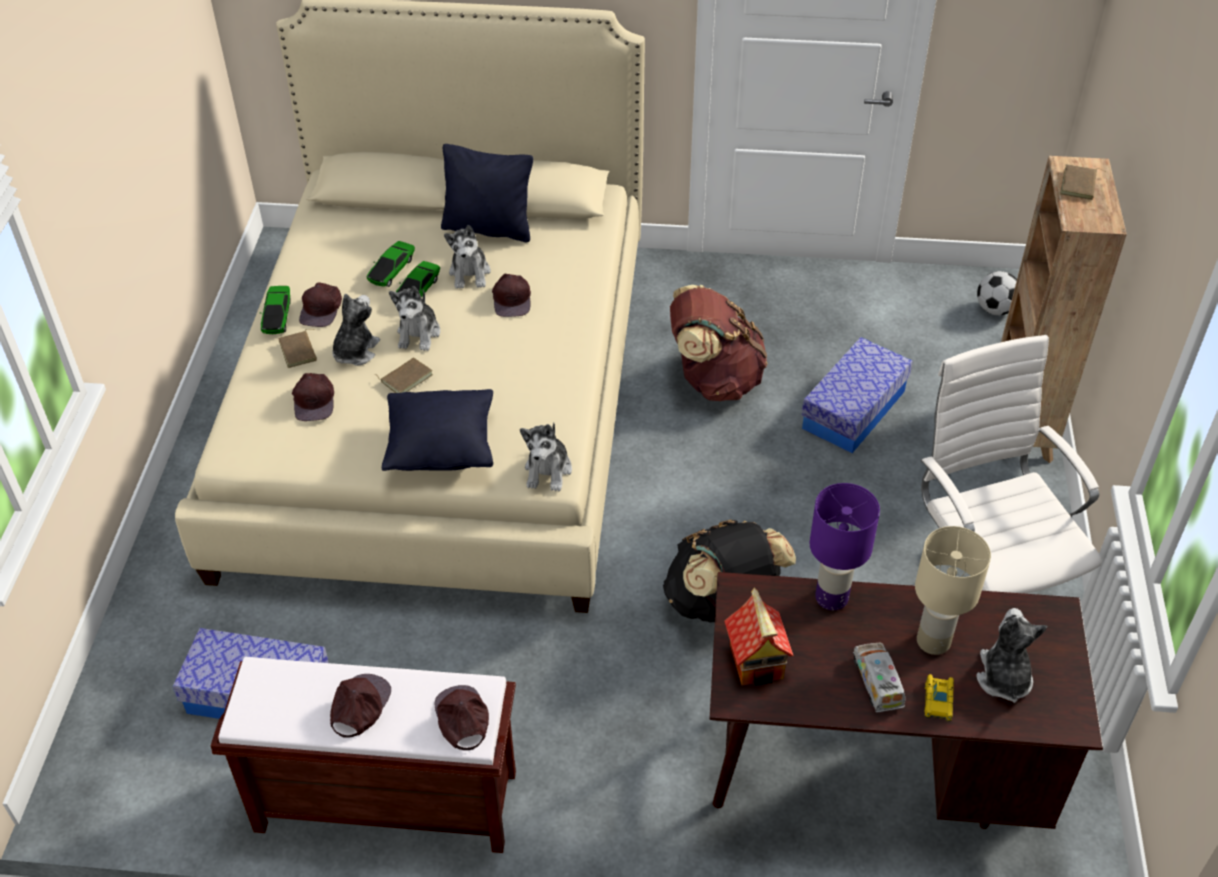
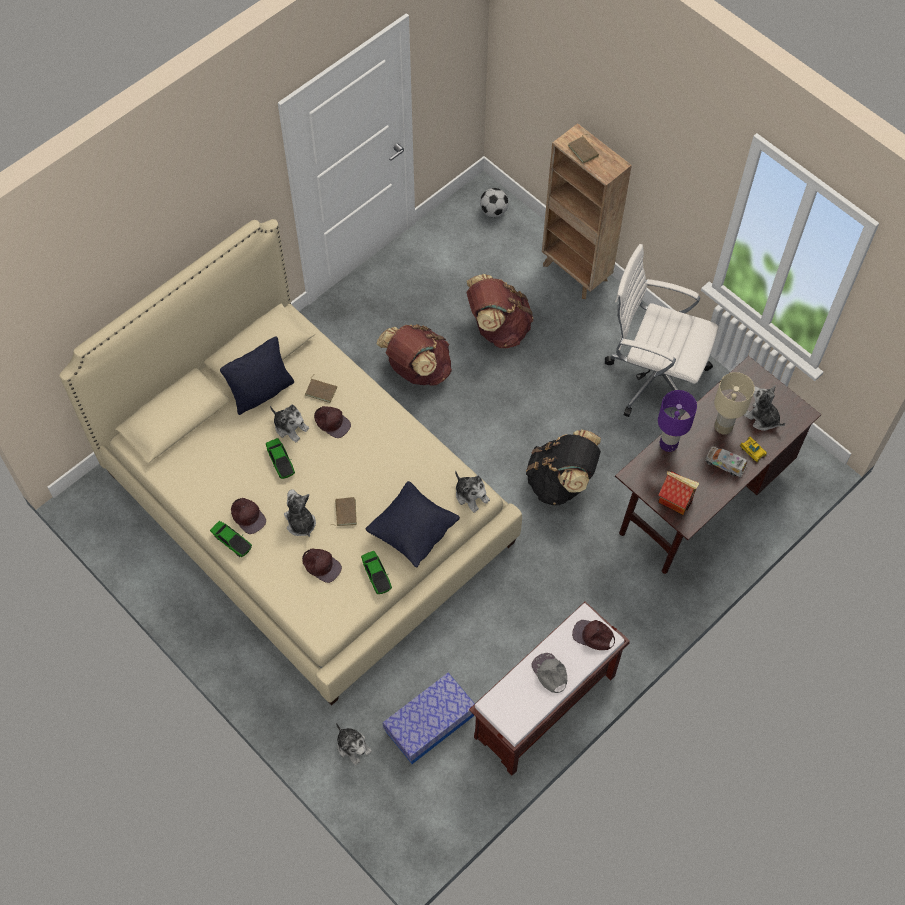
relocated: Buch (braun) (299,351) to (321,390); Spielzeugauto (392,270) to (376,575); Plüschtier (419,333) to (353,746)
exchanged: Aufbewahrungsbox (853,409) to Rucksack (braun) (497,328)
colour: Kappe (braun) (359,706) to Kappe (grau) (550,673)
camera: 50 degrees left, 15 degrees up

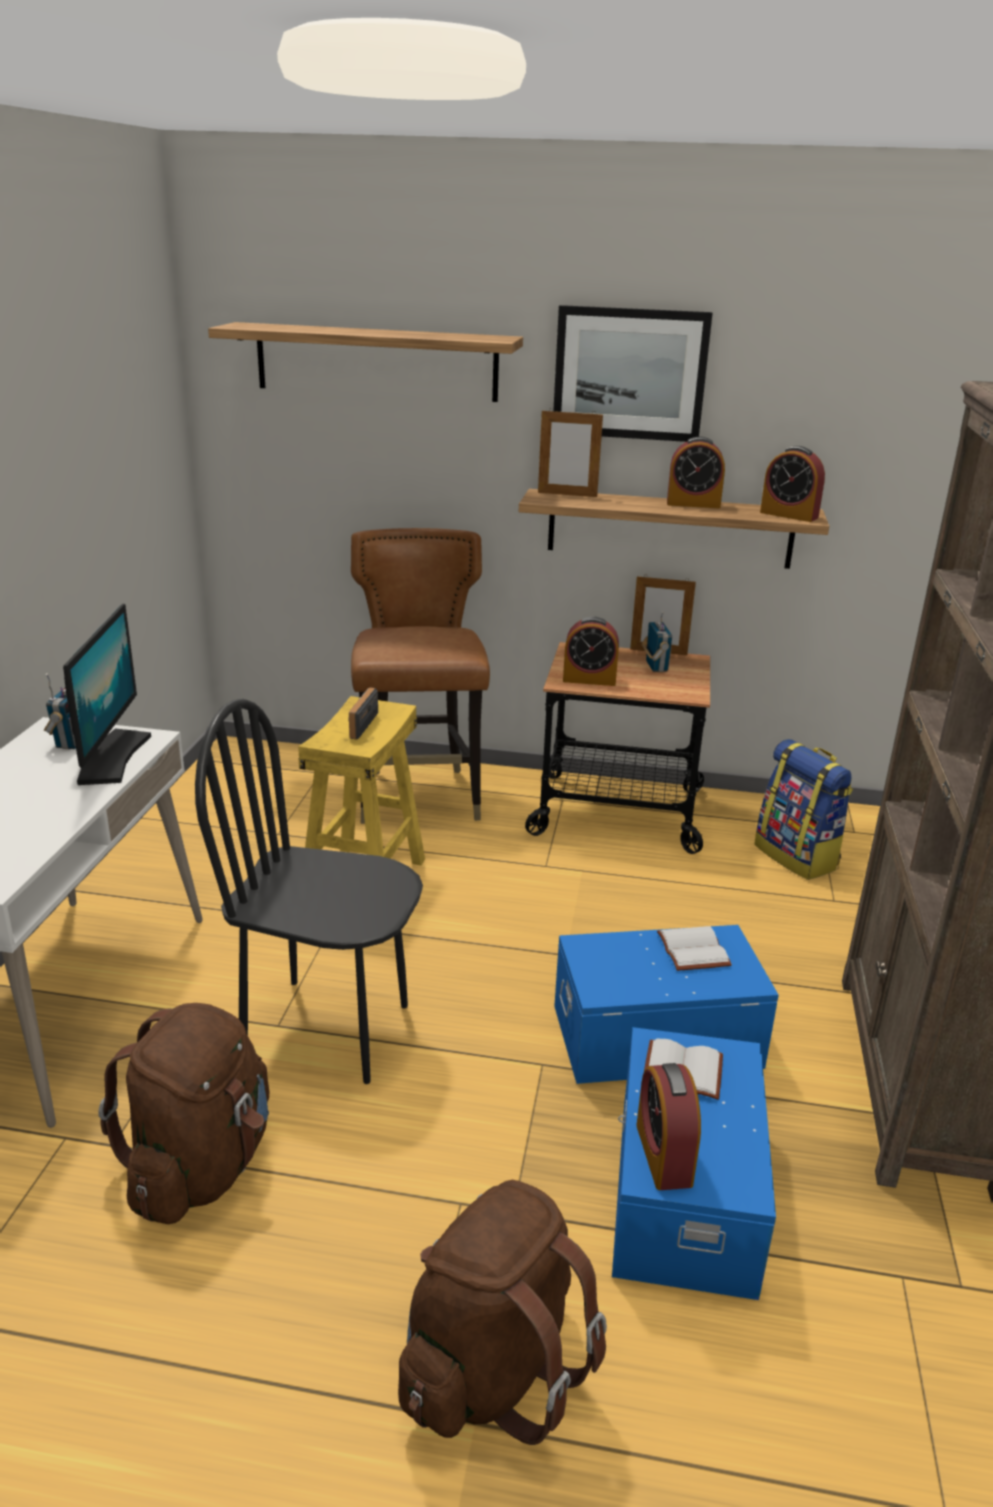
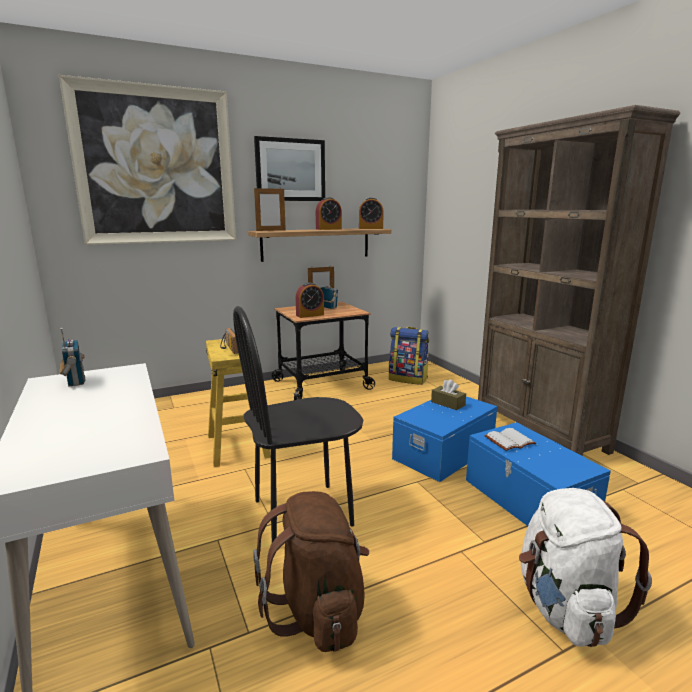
missing: Monitor (110,758); Stuhl (braun) (419,798); Wecker (663,1154)
exchanged: Wandregal (376,362) to Bild (156,167); Buch (weiß) (690,949) to Taschentuchbox (braun) (448,403)
colour: Rucksack (braun) (492,1368) to Rucksack (weiß) (565,608)
camera: 35 degrees left, 10 degrees down

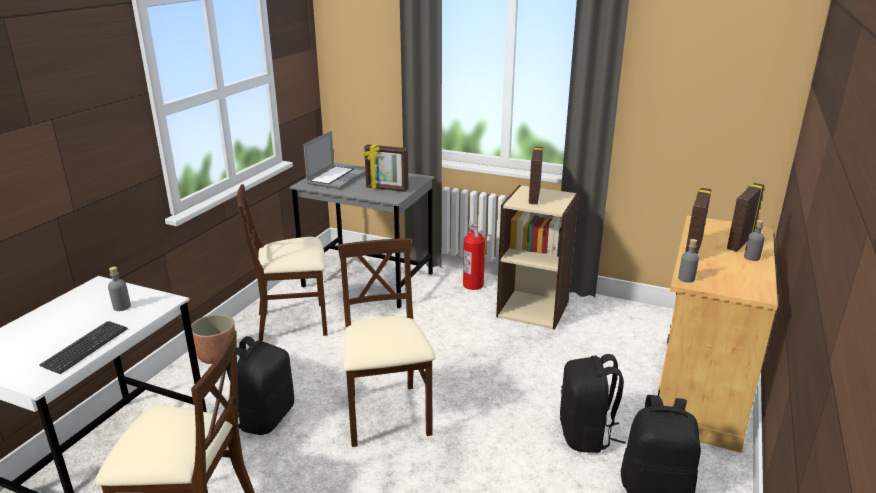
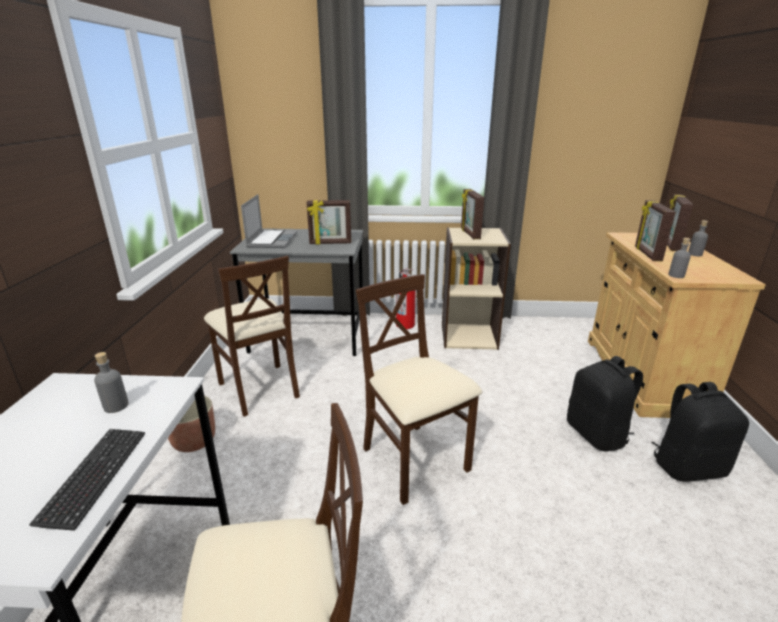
missing: Rucksack (schwarz) (264,417)
spun: Stuhl (beige) (293,322) = (259,388) 90 degrees counterclockwise
camera: 20 degrees left, 0 degrees up

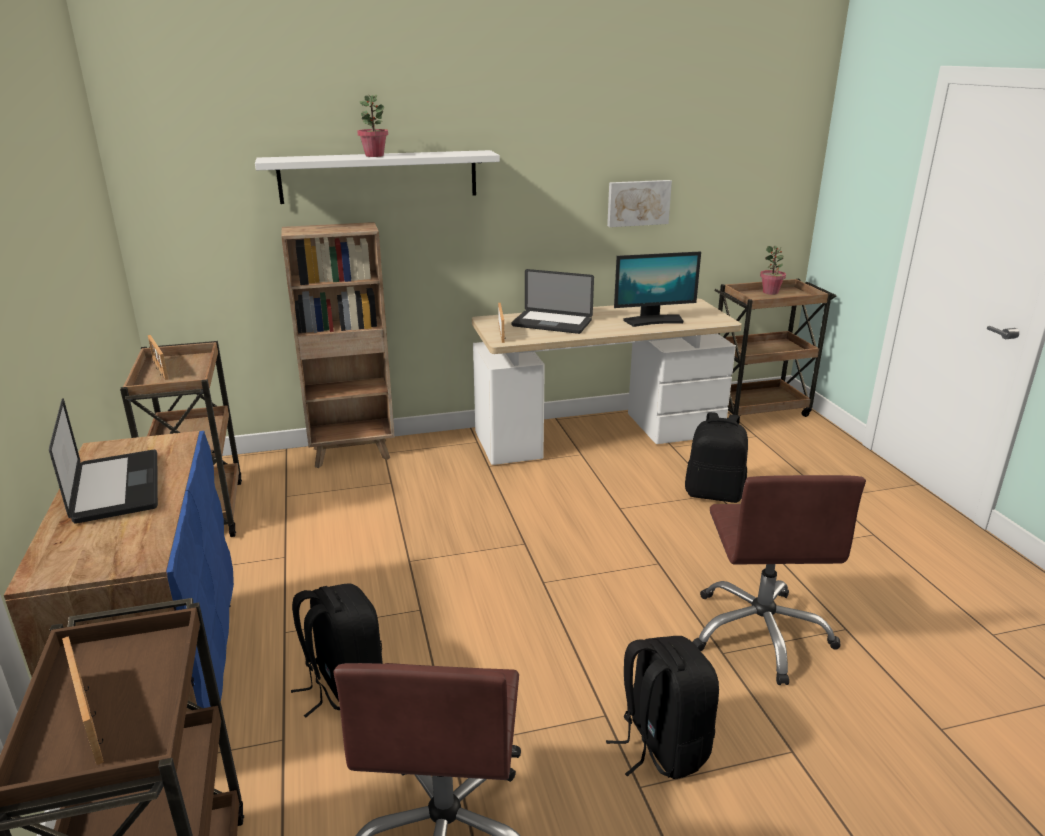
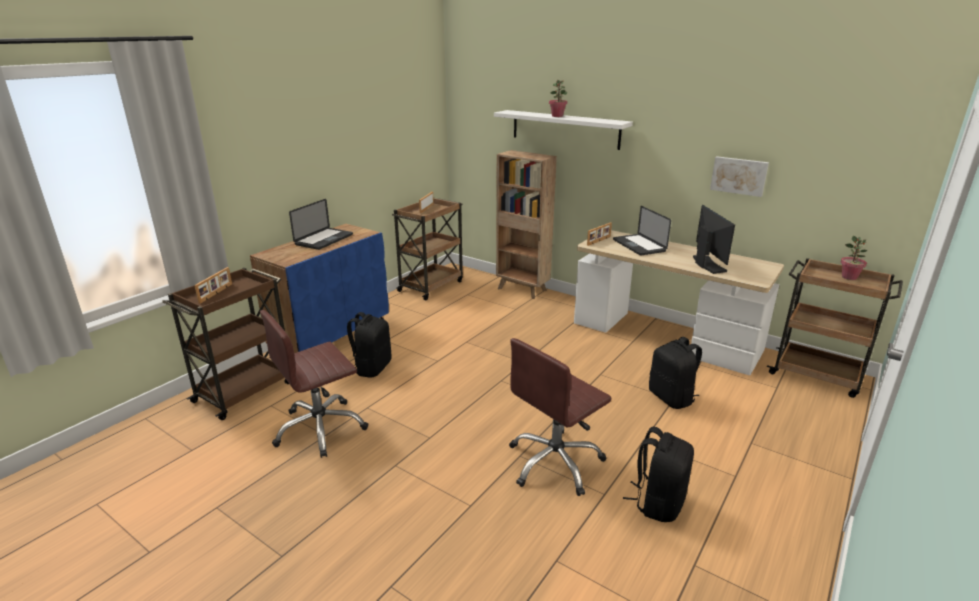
relocated: Rucksack (schwarz) (661,746) to (658,502)
spun: Monitor (653,320) = (707,264) 135 degrees counterclockwise
camera: 50 degrees right, 0 degrees up

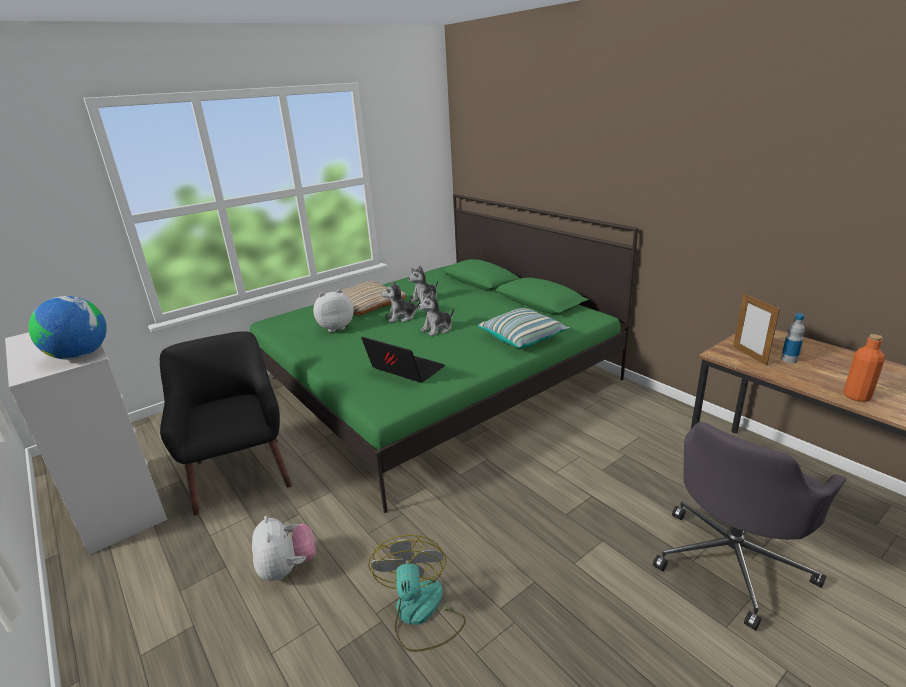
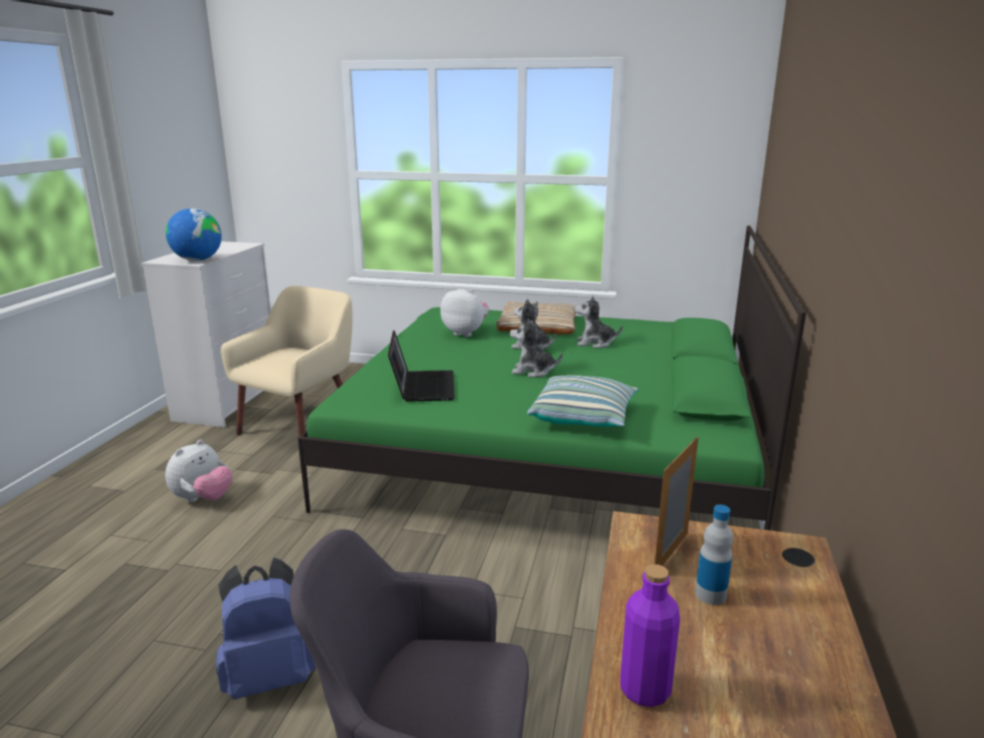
missing: Ventilator (420,614)
appeared: Rucksack (blau) (270,676)
colour: Sessel (schwarz) (241,473) to Sessel (beige) (301,426); Flasche (orange) (856,396) to Flasche (lila) (644,690)
camera: 50 degrees right, 5 degrees down

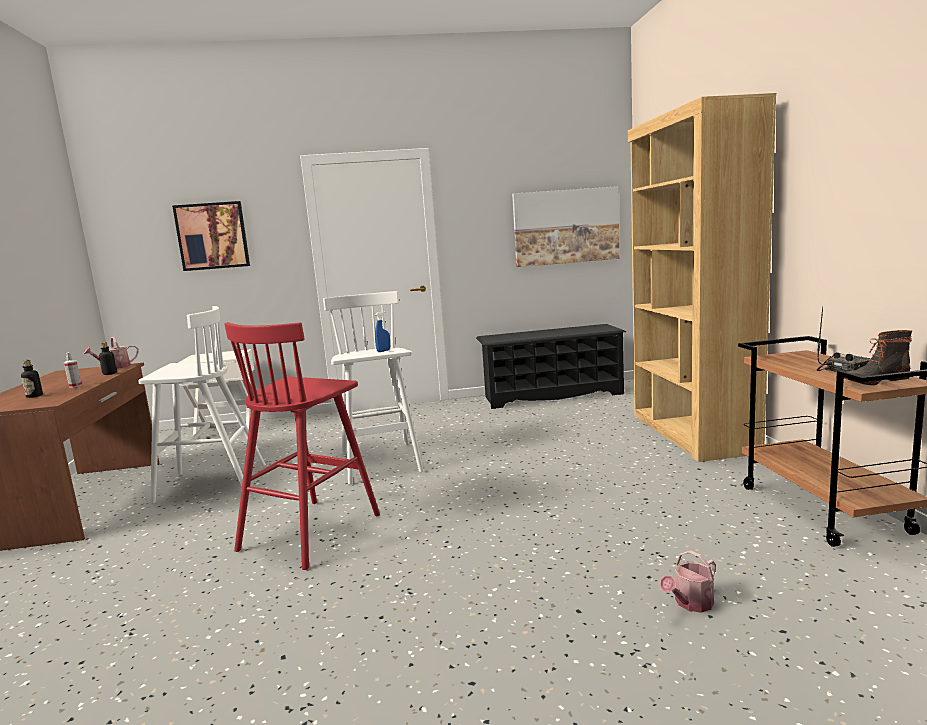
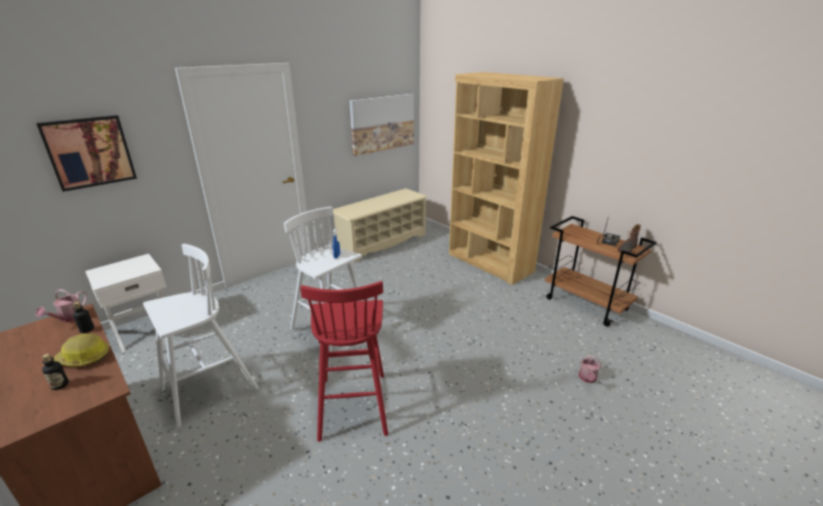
exchanged: Sprühflasche (75,386) to Schutzhelm (84,358)
colour: Schuhregal (schwarz) (552,395) to Schuhregal (beige) (382,243)
camera: 35 degrees left, 15 degrees up

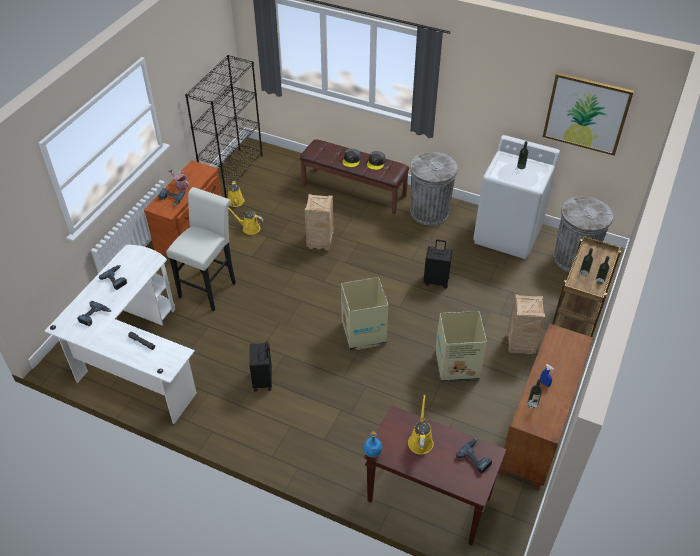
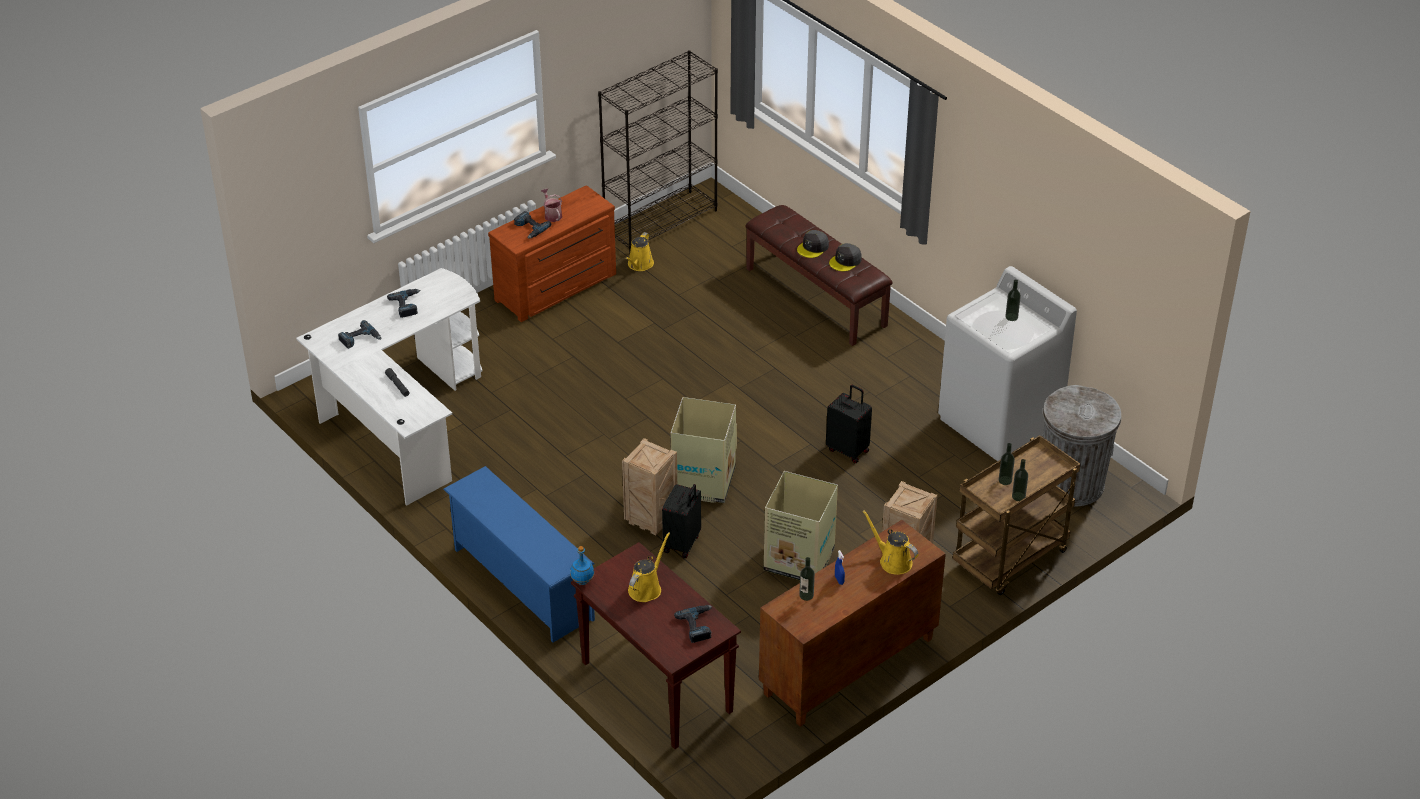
missing: Hocker (weiß) (210,287); Mülleimer (grau) (429,212); Bild (586,113)
appeared: Schuhregal (blau) (521,584)
relocated: Gießkanne (gelb) (249,228) to (893,561); Koffer (schwarz) (263,380) to (683,544); Kiste (319,242) to (649,519)
camera: 25 degrees right, 5 degrees down

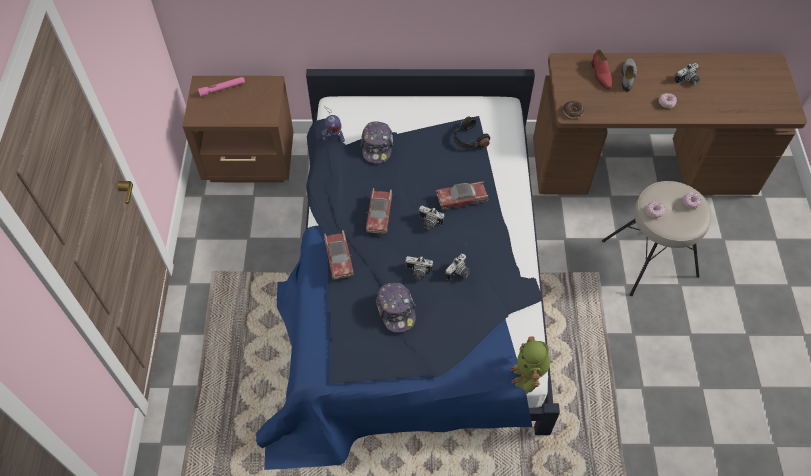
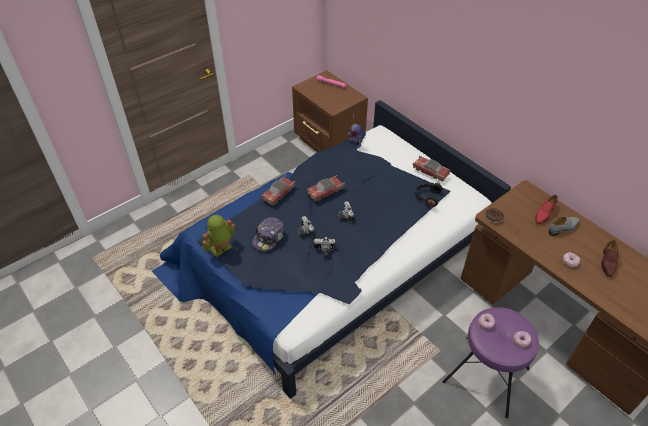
missing: Kappe (377,146)
relocated: Spielzeugauto (461,198) to (430,171); Spielzeugroboter (528,375) to (221,249)
exchanged: Kamera (687,81) to Schuh (braun) (607,262)
colour: Hocker (beige) (650,259) to Hocker (lila) (486,376)
camera: 50 degrees right, 10 degrees down

